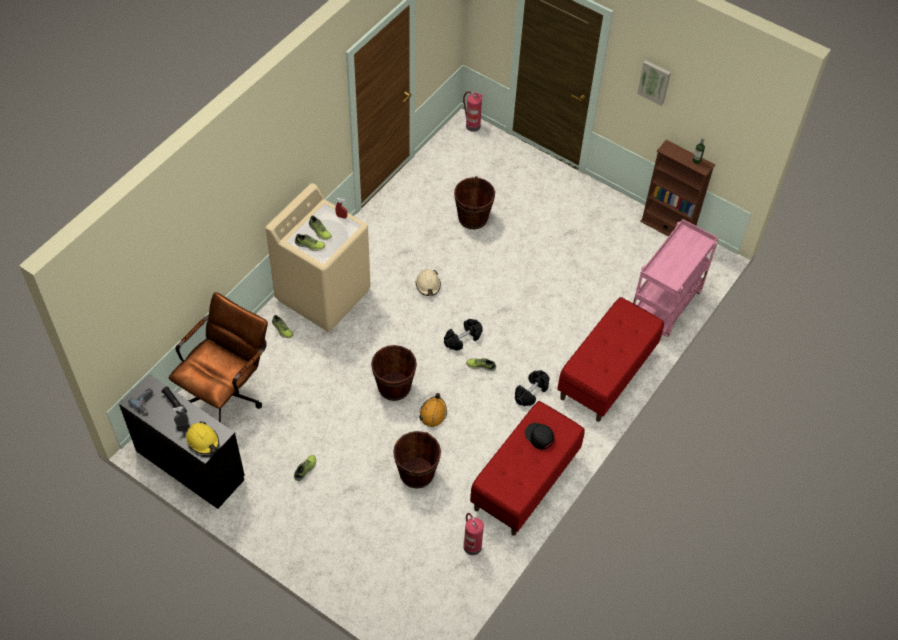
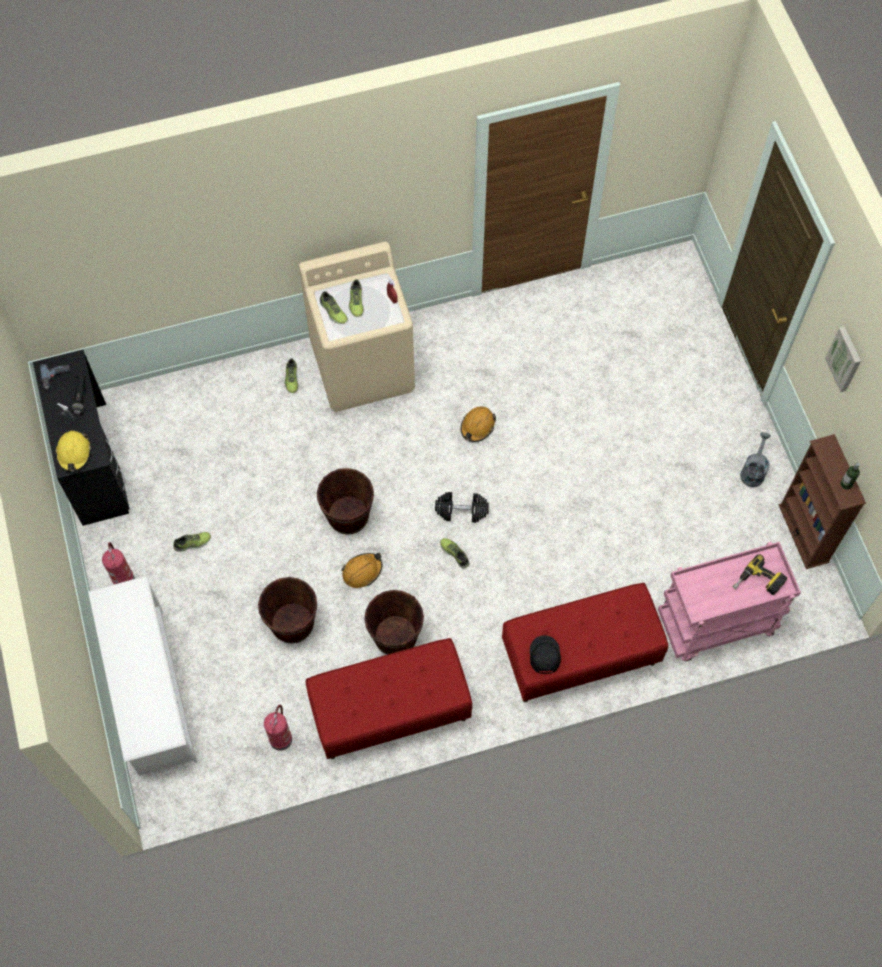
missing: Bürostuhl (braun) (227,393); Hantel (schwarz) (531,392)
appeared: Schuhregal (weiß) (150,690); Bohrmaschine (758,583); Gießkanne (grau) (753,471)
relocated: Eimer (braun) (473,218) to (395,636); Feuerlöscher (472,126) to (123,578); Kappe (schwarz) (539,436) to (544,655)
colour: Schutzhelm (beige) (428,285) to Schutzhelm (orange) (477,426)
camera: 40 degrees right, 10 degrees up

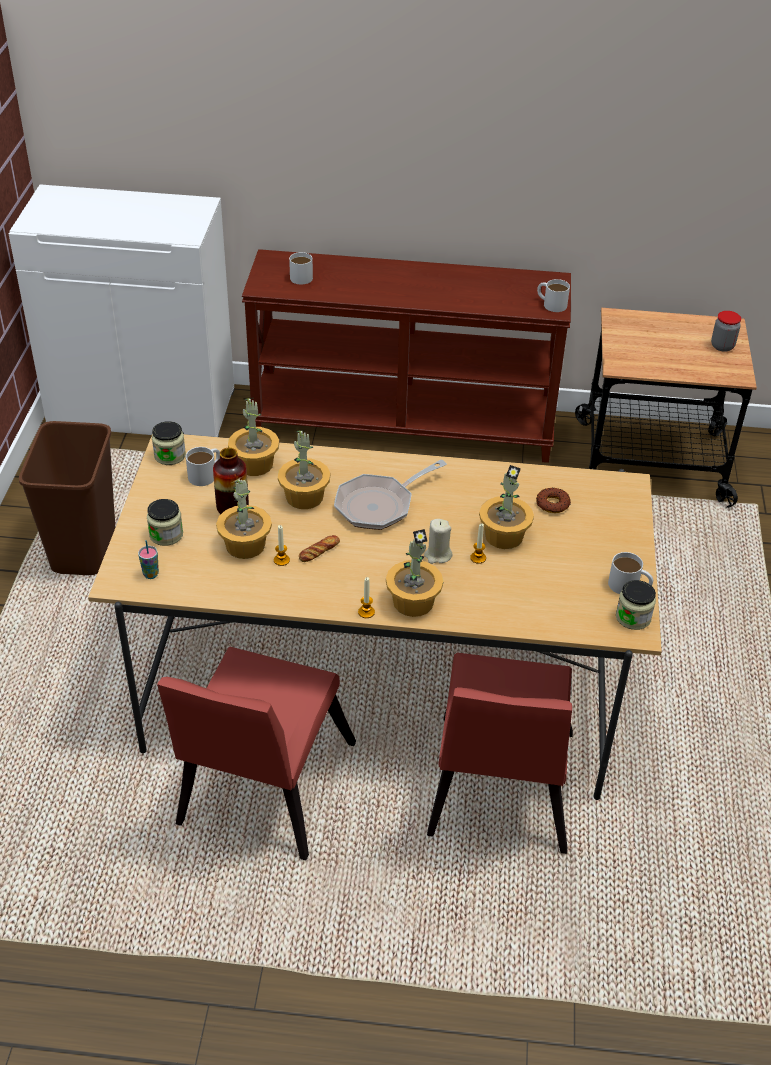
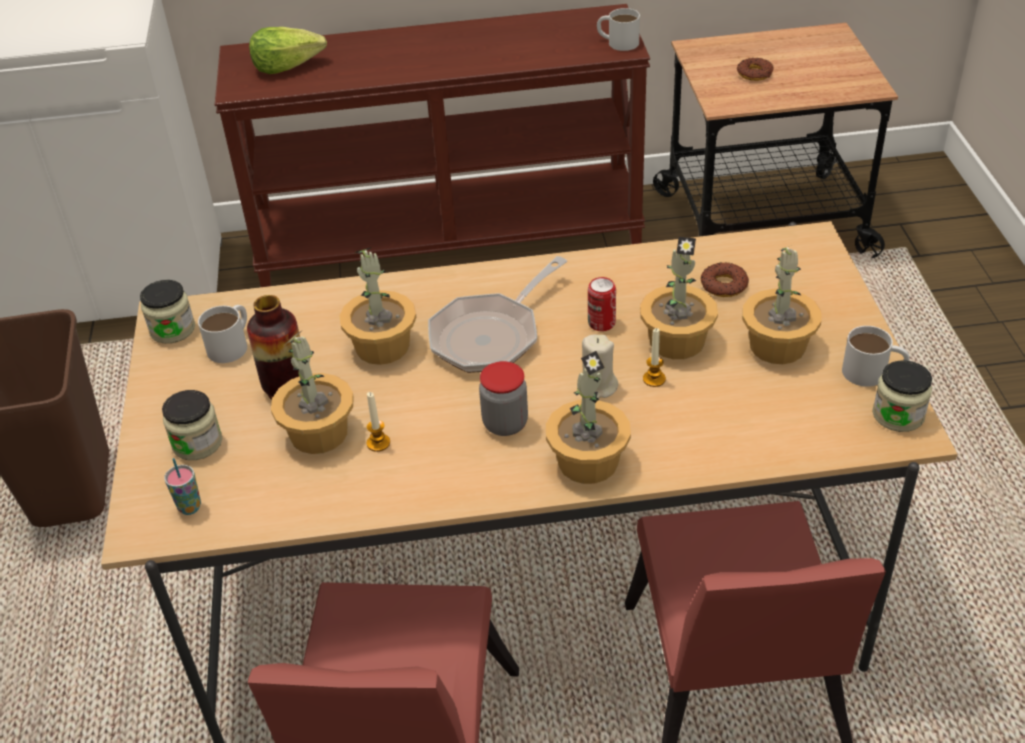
missing: Brot (319,551); Kerze (366,612)
appeared: Dose (601,323); Donut (754,73)
relocated: Topfpflanze (255,464) to (778,346); Vorratsglas (722,346) to (505,424)
exchanged: Henkelbecher (weiß) (301,275) to Salatkopf (287,66)
camera: 10 degrees left, 0 degrees up

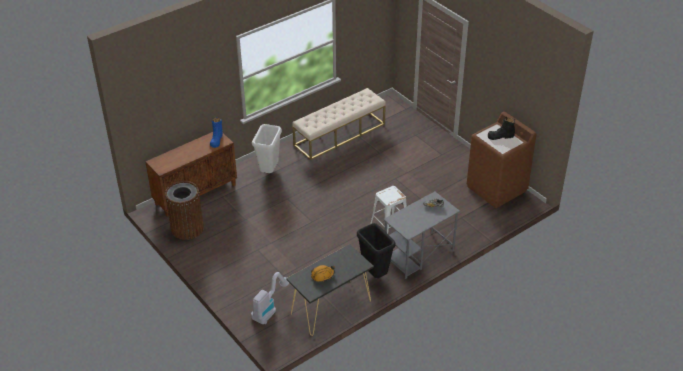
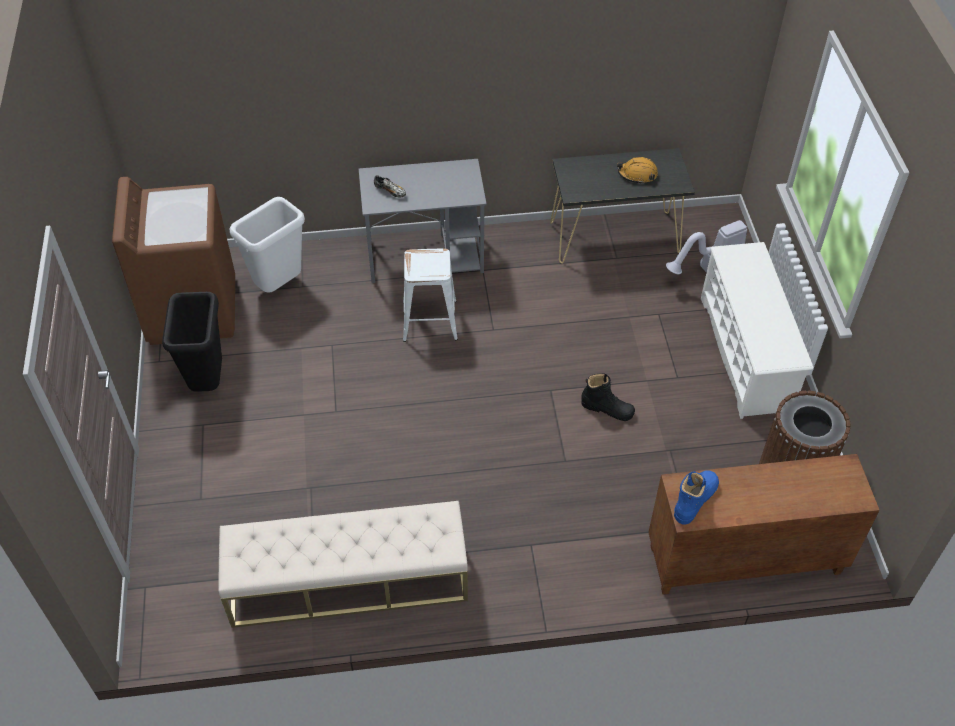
appeared: Schuhregal (weiß) (745,354)
relocated: Mülleimer (weiß) (269,171) to (279,285); Mülleimer (schwarz) (375,274) to (207,381); Stiefel (schwarz) (500,136) to (607,408)
camera: 150 degrees left, 10 degrees up

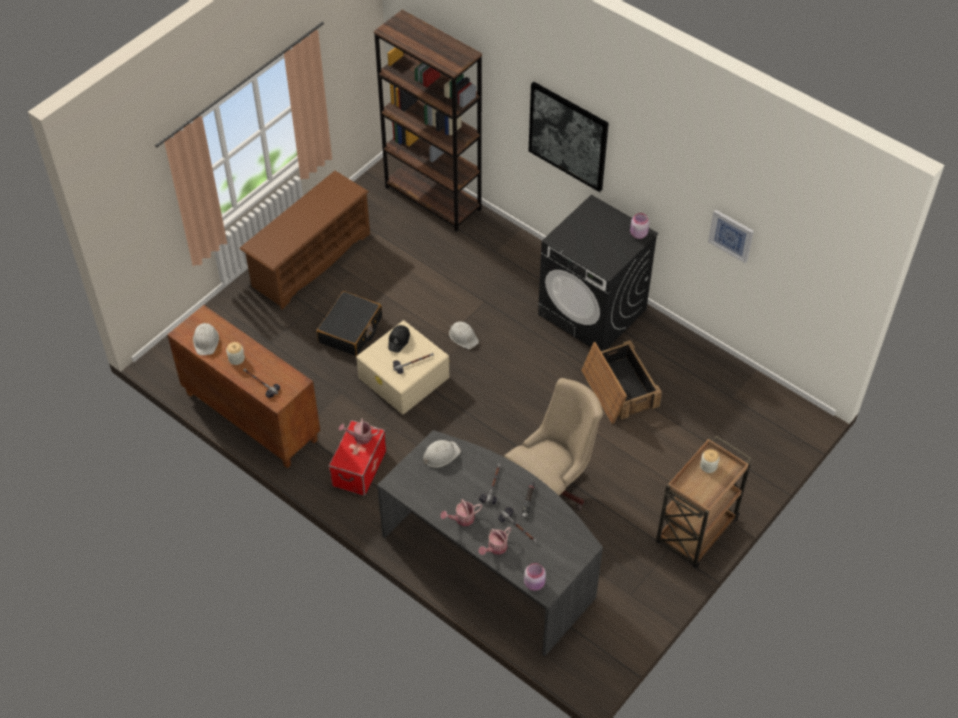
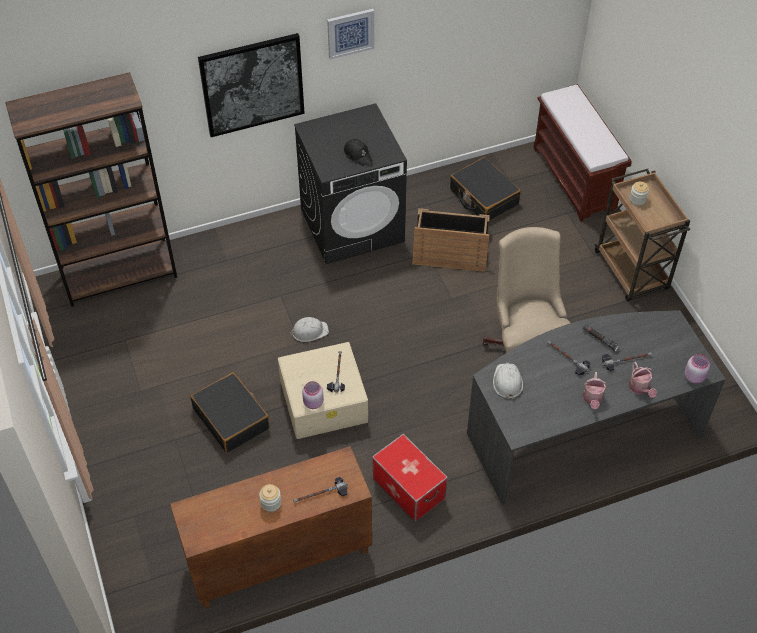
missing: Schutzhelm (weiß) (206,341); Schuhregal (braun) (311,260); Gießkanne (360,437)
appeared: Koffer (schwarz) (483,197); Bank (braun) (575,179)
relocated: Kappe (schwarz) (399,340) to (358,155); Vorratsglas (rosa) (638,234) to (313,403); Bild (731,235) to (350,33)
camera: 60 degrees left, 0 degrees up

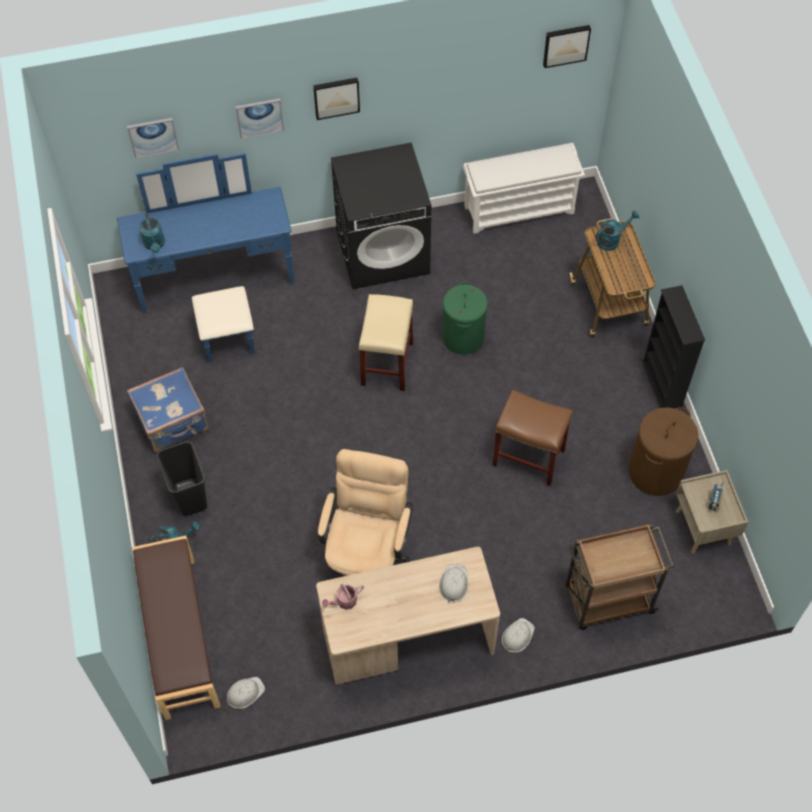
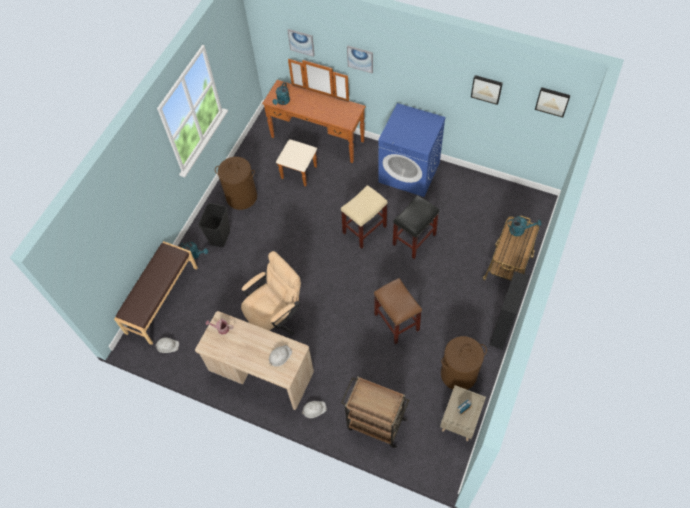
missing: Schuhregal (weiß) (520,209)
relocated: Bild (336,97) to (486,88)
exchanged: Koffer (blau) (173,422) to Wäschekorb (braun) (242,197); Wäschekorb (grün) (463,337) to Hocker (schwarz) (414,239)
colour: Kommode (blau) (218,291) to Kommode (braun) (313,146); Waschmaschine (schwarz) (383,251) to Waschmaschine (blau) (409,172)
camera: 40 degrees right, 0 degrees up

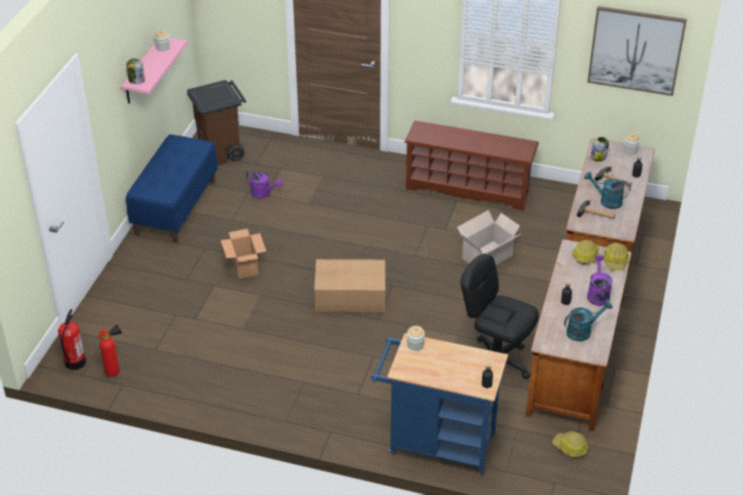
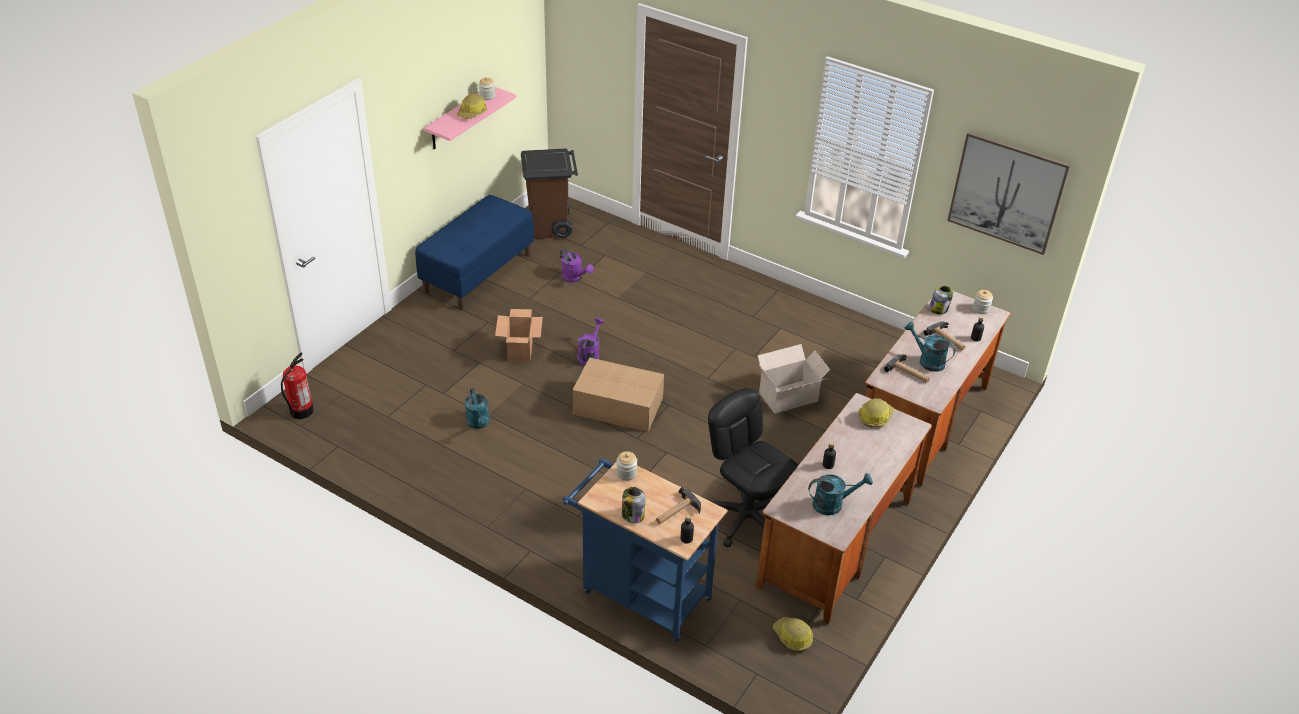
missing: Feuerlöscher (115,371); Schuhregal (braun) (469,189)
appeared: Gießkanne (türkis) (479,423); Hammer (676,512)
relocated: Vorratsglas (136,80) to (632,515); Gießkanne (lila) (597,294) to (590,355); Schutzhelm (615,261) to (472,113)
camera: 15 degrees right, 0 degrees up

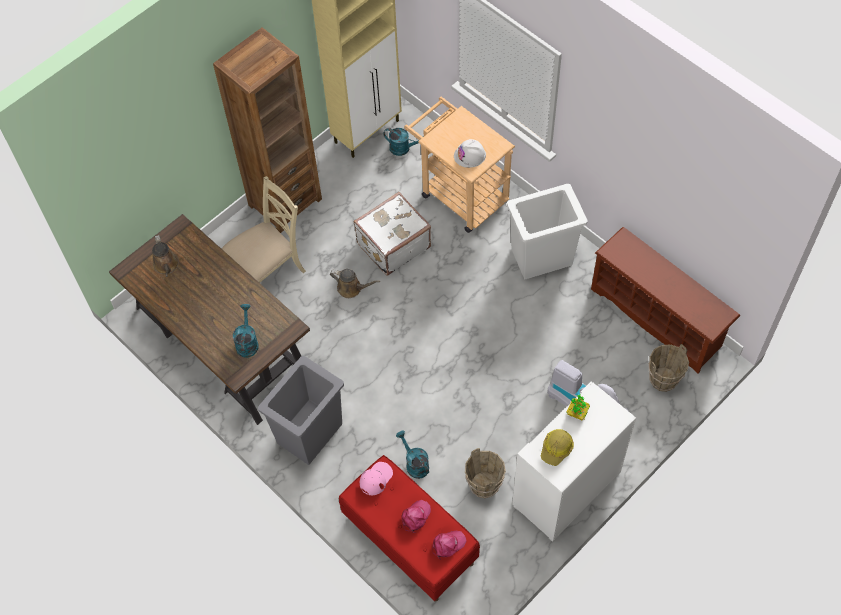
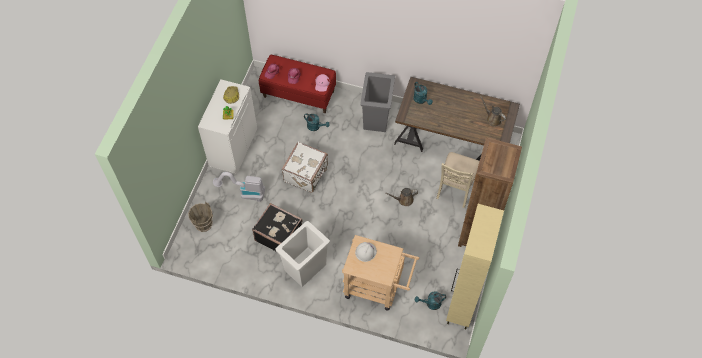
missing: Eimer (braun) (484,485); Schuhregal (braun) (657,317)
appeared: Koffer (schwarz) (279,235)
relocated: Koffer (weiß) (392,244) to (306,174)
camera: 150 degrees right, 0 degrees up

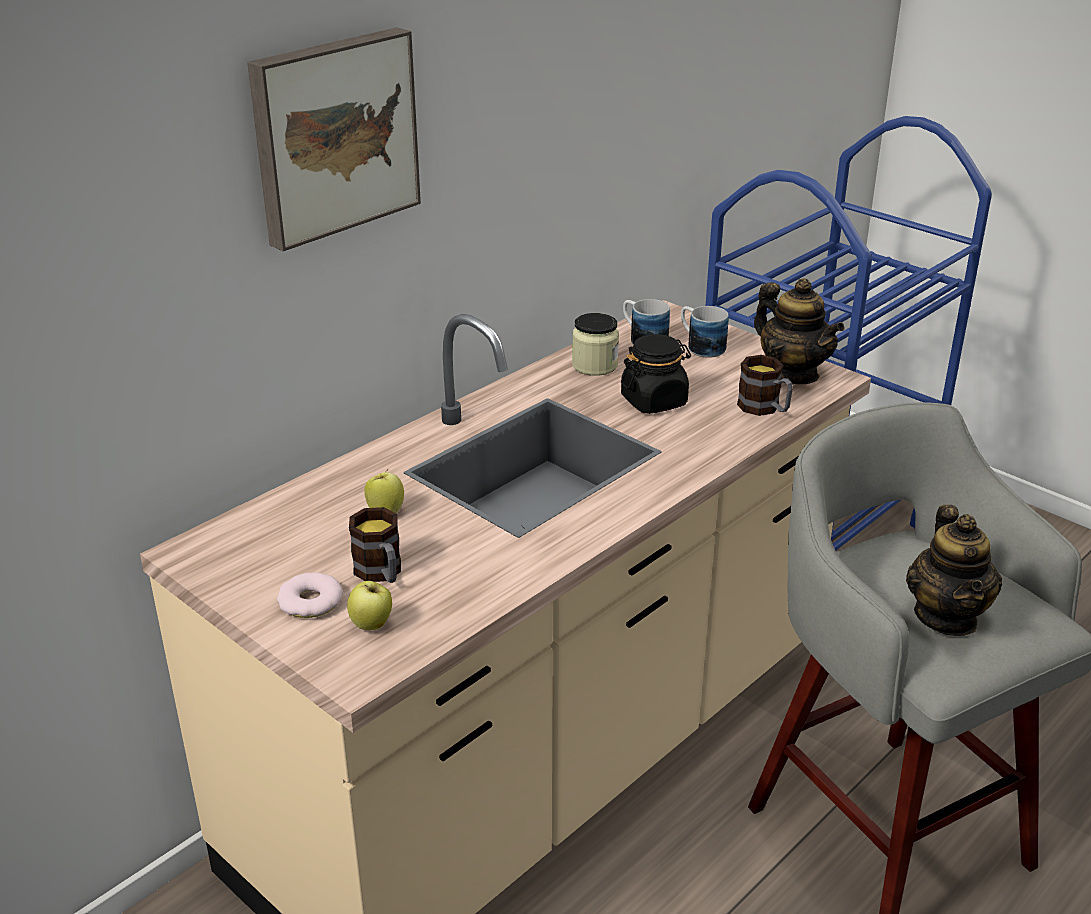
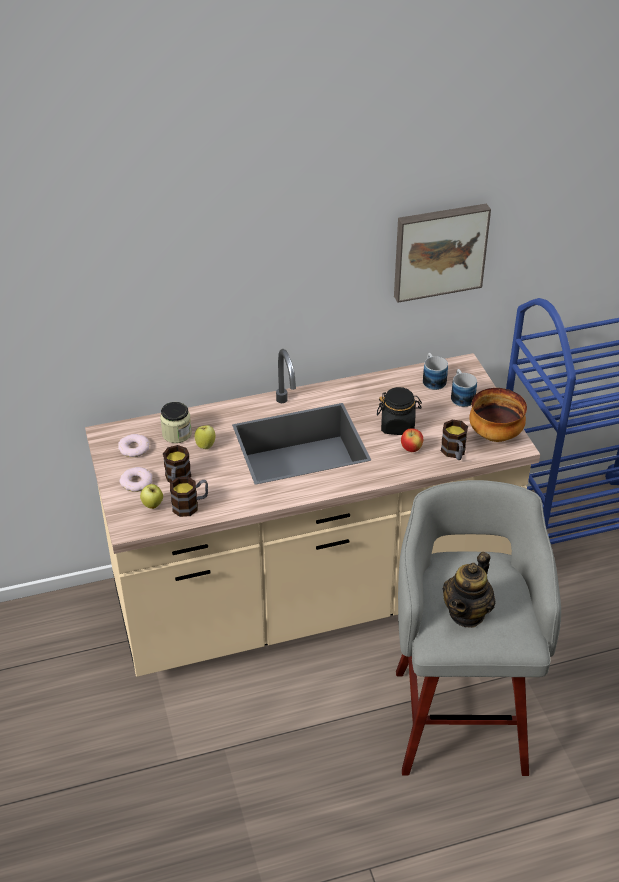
appeared: Donut (134,448); Henkelbecher (190,505); Apfel (411,449)
relocated: Bild (333,135) to (439,250); Vorratsglas (595,365) to (177,434)
exchanged: Teekanne (792,374) to Schüssel (495,435)
camera: 30 degrees right, 10 degrees up

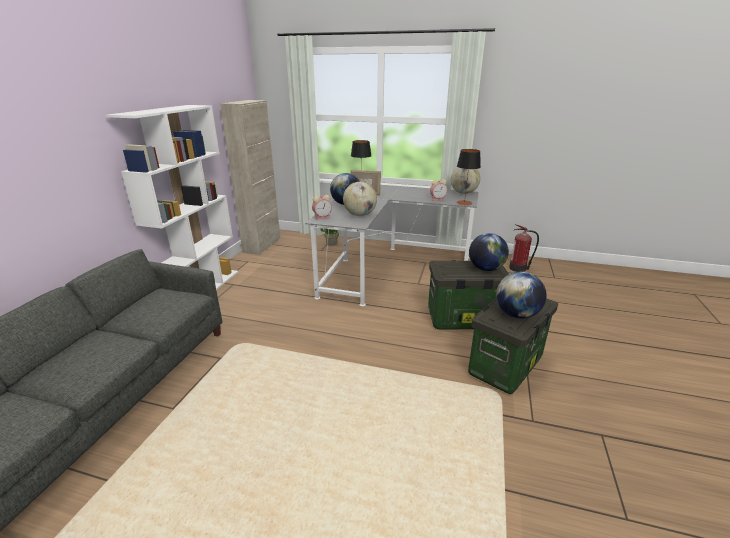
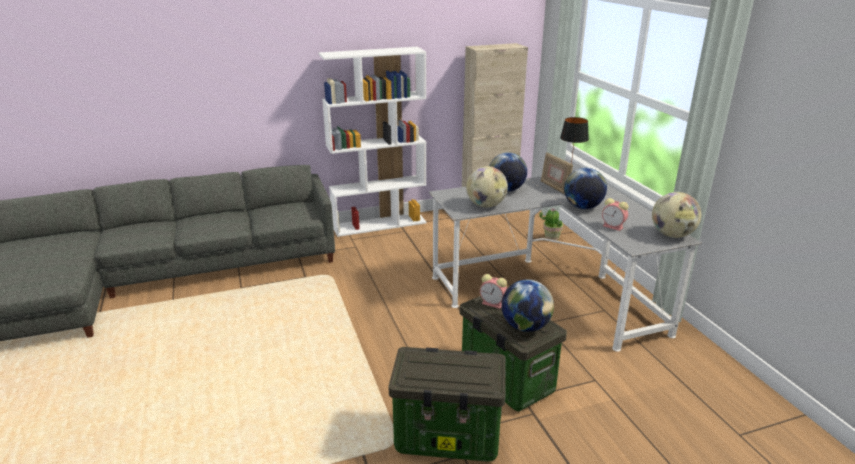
missing: Tischlampe (464,203); Feuerlöscher (518,268)
relocated: Wecker (322,217) to (493,304); Globus (516,314) to (582,207)
camera: 55 degrees right, 0 degrees up

